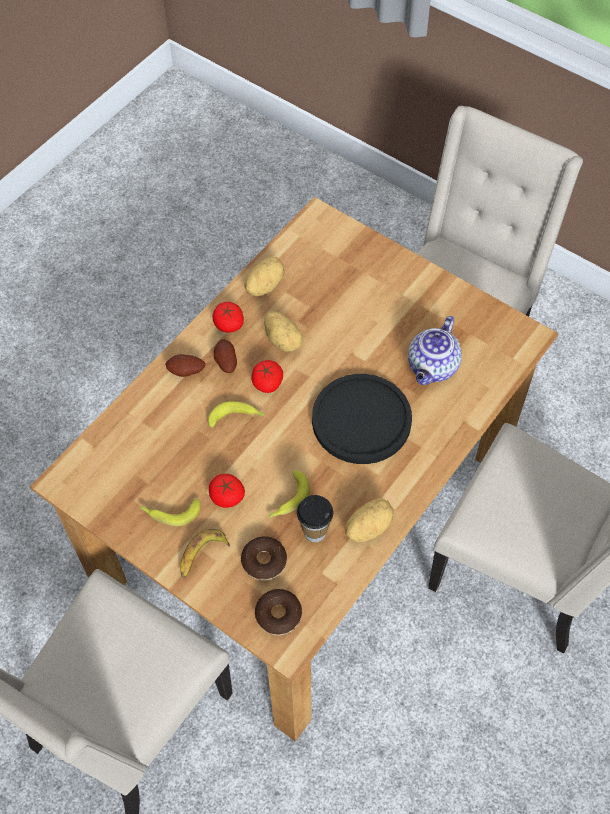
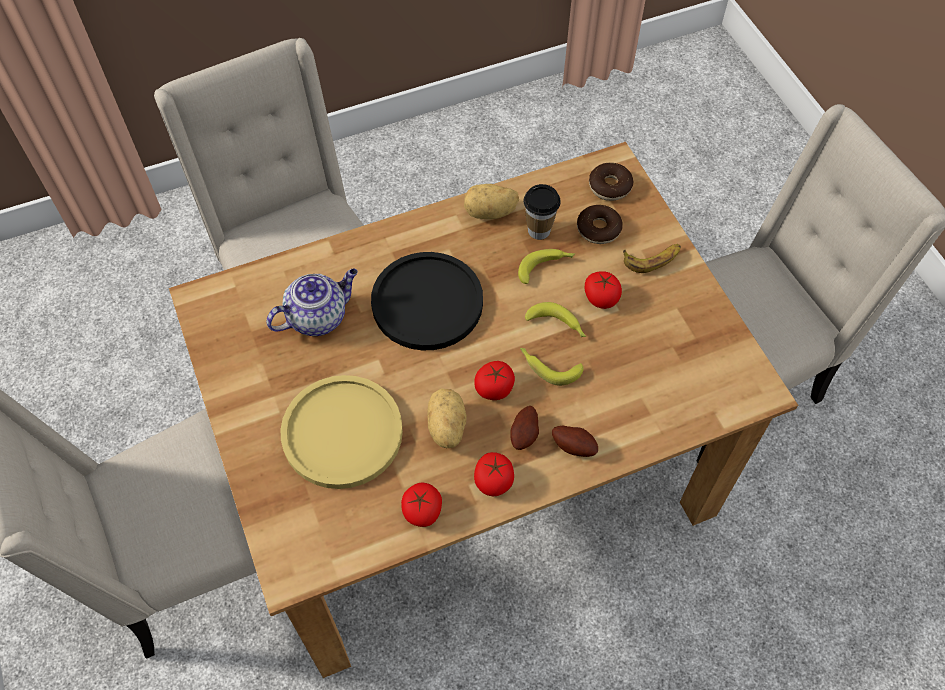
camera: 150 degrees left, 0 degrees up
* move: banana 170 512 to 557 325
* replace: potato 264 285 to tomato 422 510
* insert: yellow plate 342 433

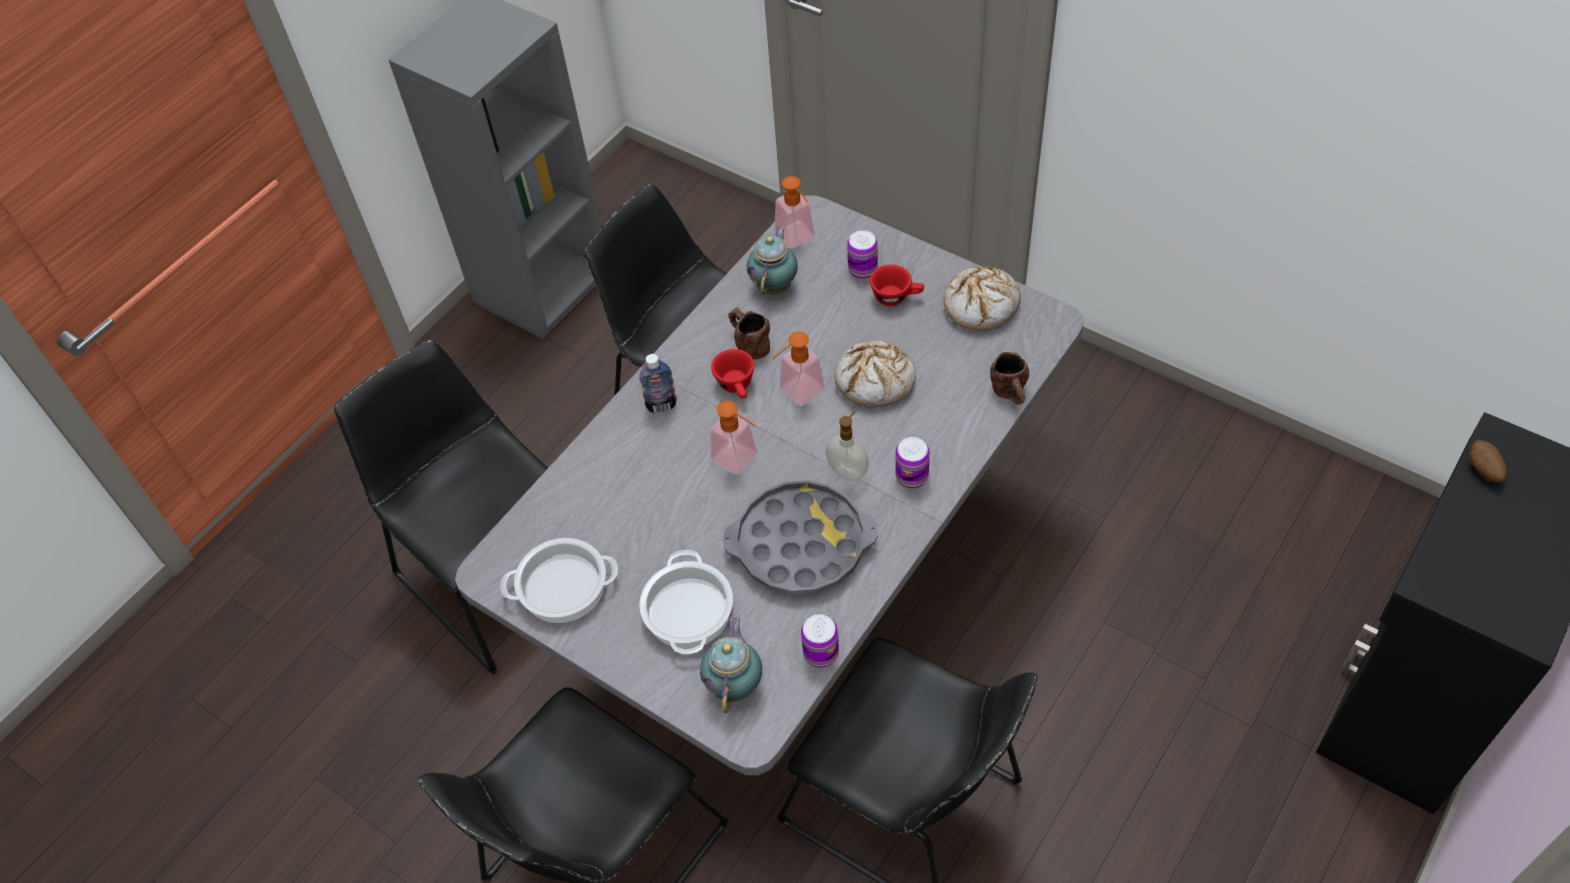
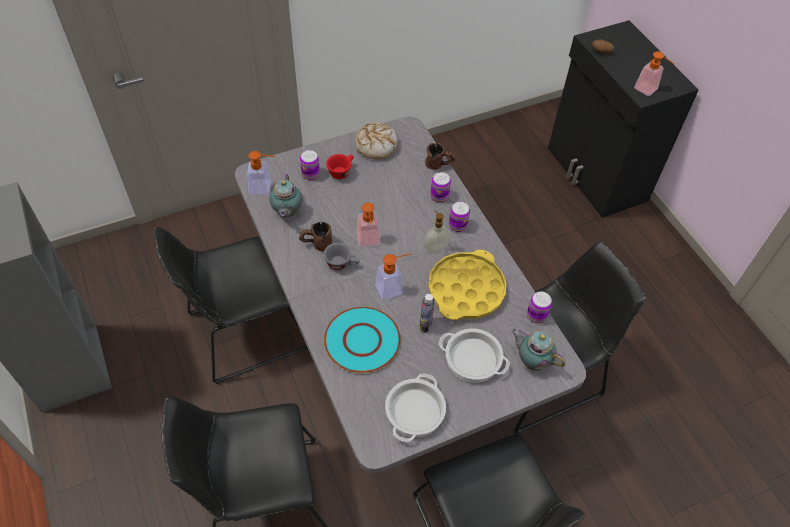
camera: 65 degrees left, 0 degrees up
* move: bottle 661 406 to 425 324
* recolor: red cup 737 386 to grey cup 342 264
* recolor: grey tray 801 544 to yellow tray 466 290
* rotate: teapot 775 285 = 287 213 135 degrees counterclockwise
* delete: bread 875 381
* insert: turquoise plate 362 340
* insert: can 439 196
* insert: soap dispenser 649 90

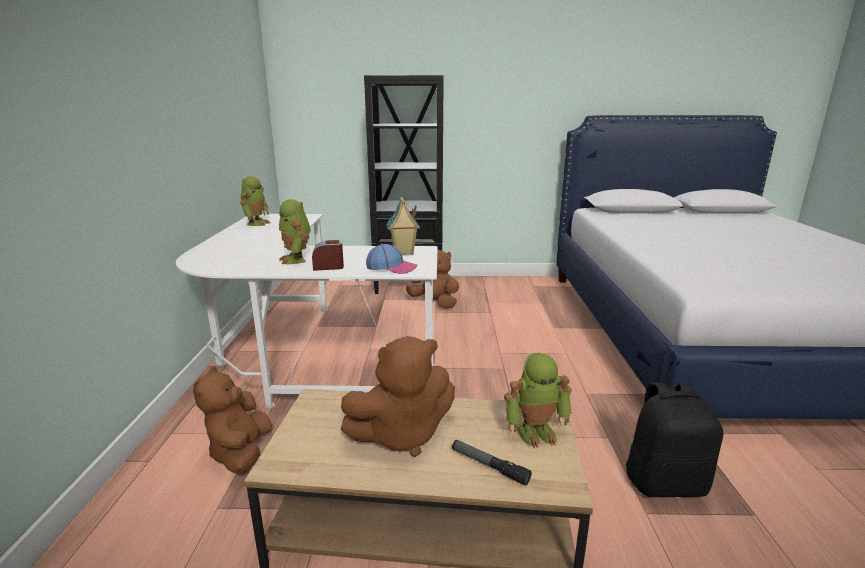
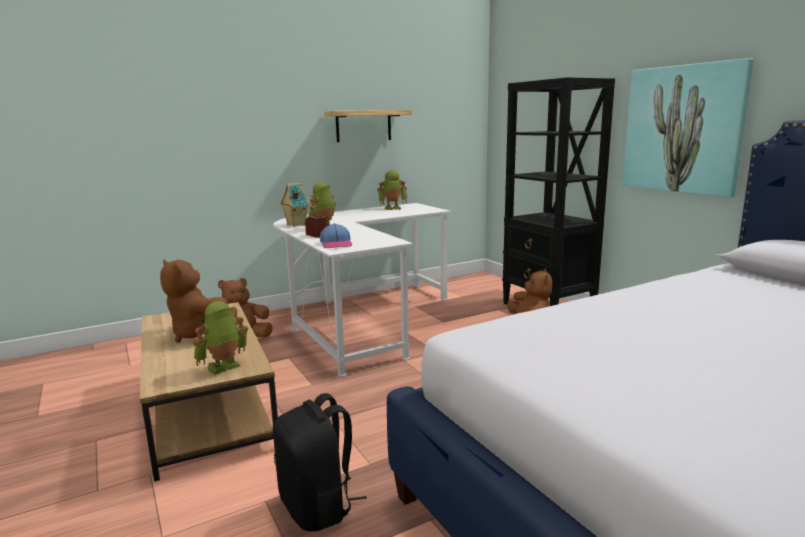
camera: 60 degrees right, 5 degrees down
* move: toy house 403 253 to 295 225
* delete: flashlight 489 466
* rotate: toy robot 536 432 = 224 368 90 degrees clockwise
* insert: shelf 363 126
* insert: picture 683 129

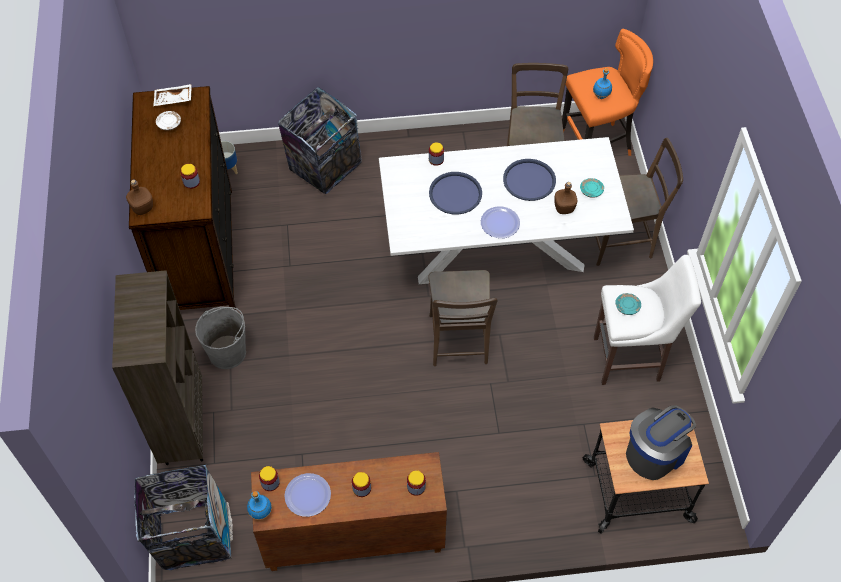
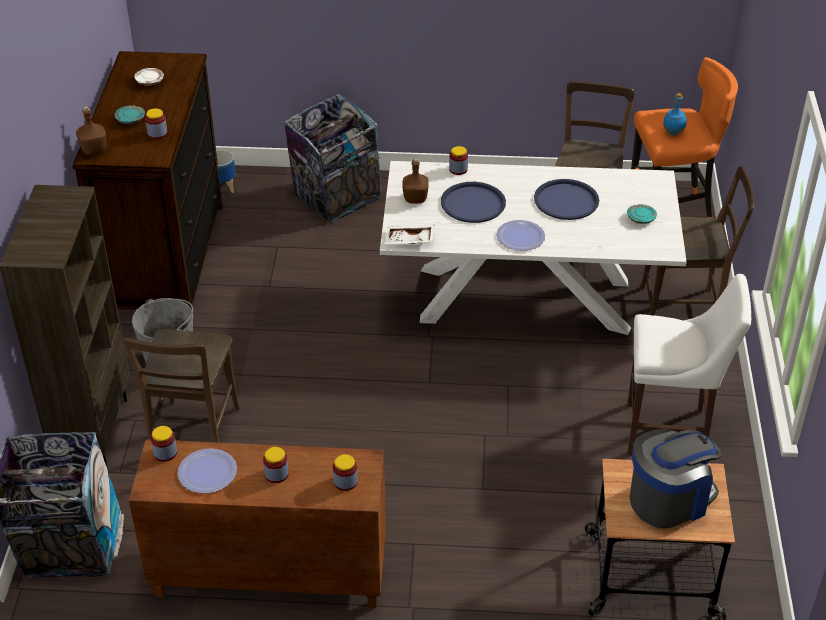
camera: 10 degrees right, 15 degrees down
* move: white tray 173 99 to 409 240
* delete: blue bottle 261 513
* move: brown chair 458 343 to 194 437
* move: brown bottle 564 209 to 415 199
* move: turquoise plate 627 306 to 130 119

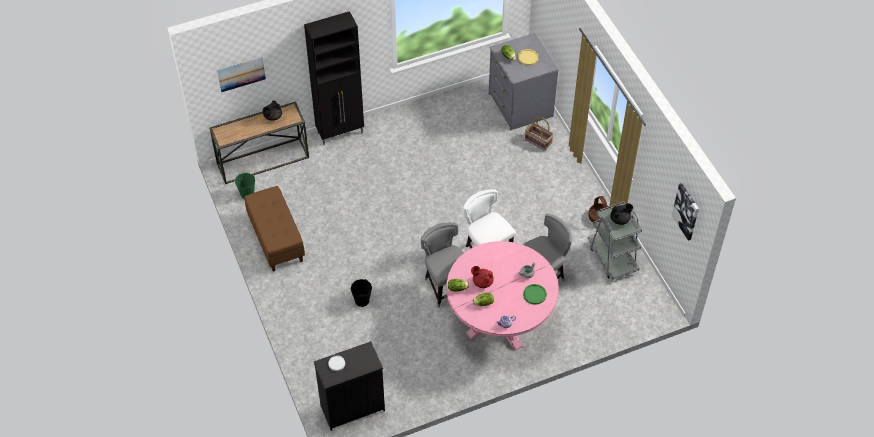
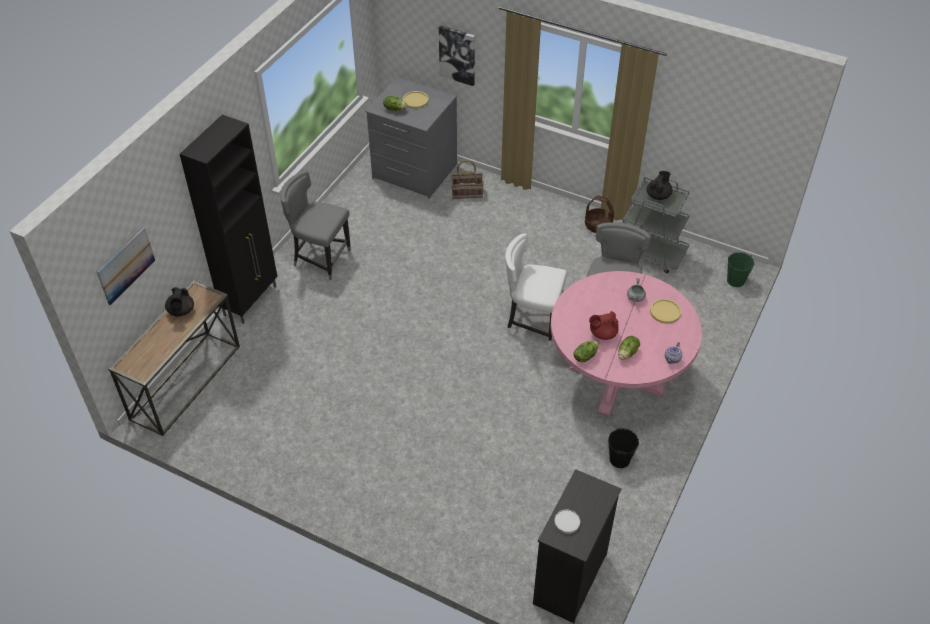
camera: 40 degrees left, 5 degrees down
* move: green bucket 247 193 to 736 280
* delete: brown bench 276 239
* move: black bucket 362 300 to 619 459
* move: grey chair 446 286 to 320 259
* recolor: green plate 534 294 to yellow plate 665 312
* move: picture 686 211 to 457 55

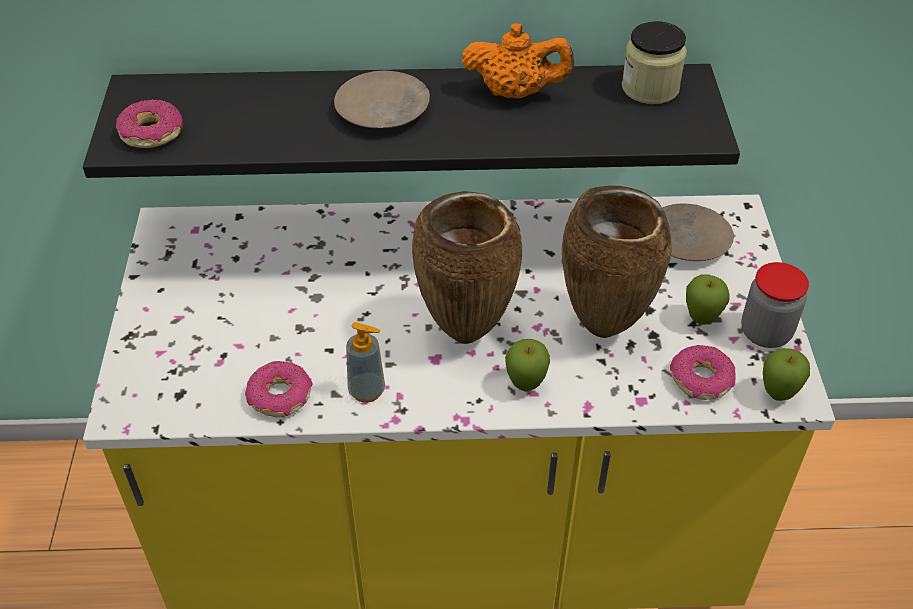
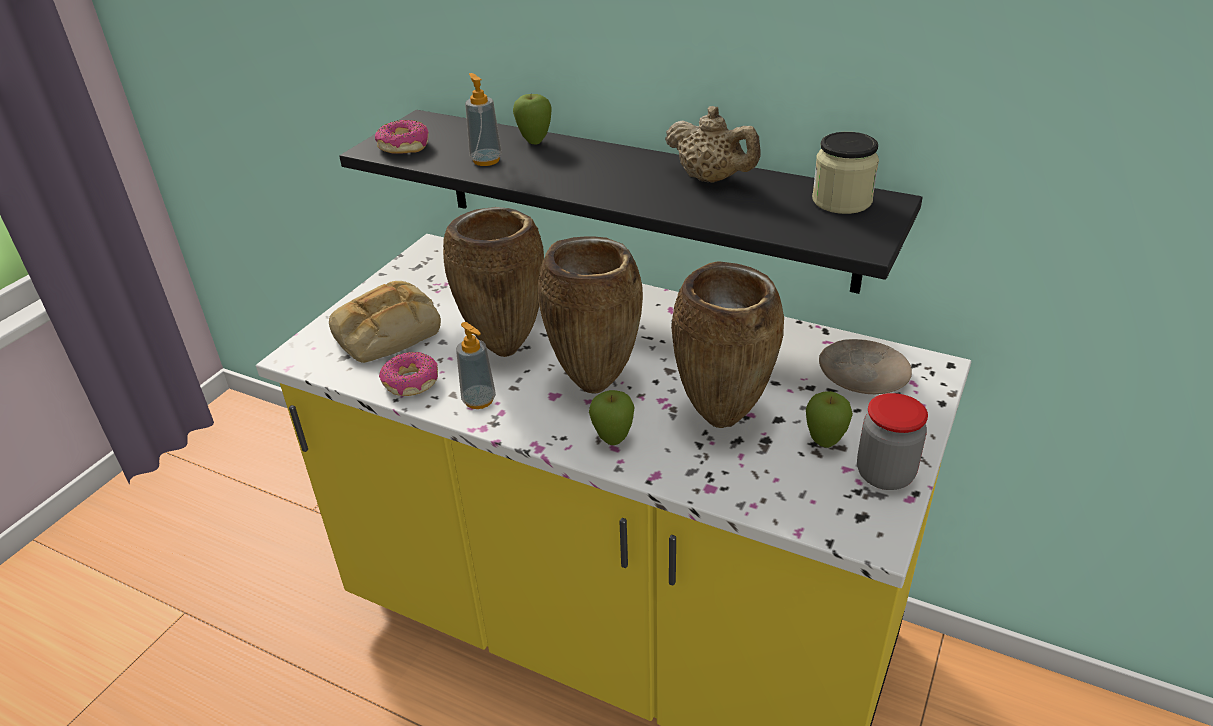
camera: 30 degrees right, 10 degrees down
* delete: beige plate 384 111
* recolor: orange teapot 515 93 to beige teapot 711 179
* delete: donut 701 380
* move: apple 777 395 to 535 142
* insert: bread 386 332
* insert: brown vase 506 348
* insert: soap dispenser 486 160

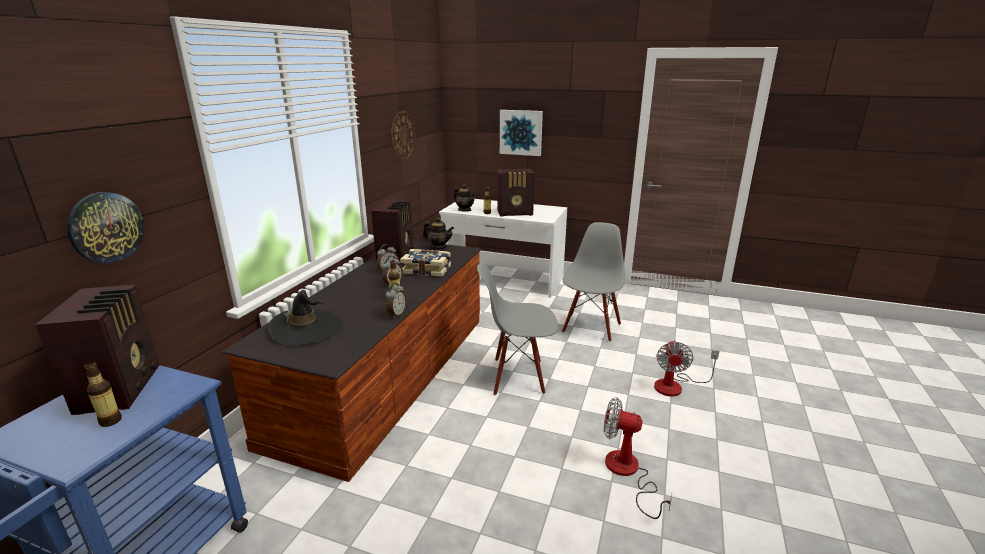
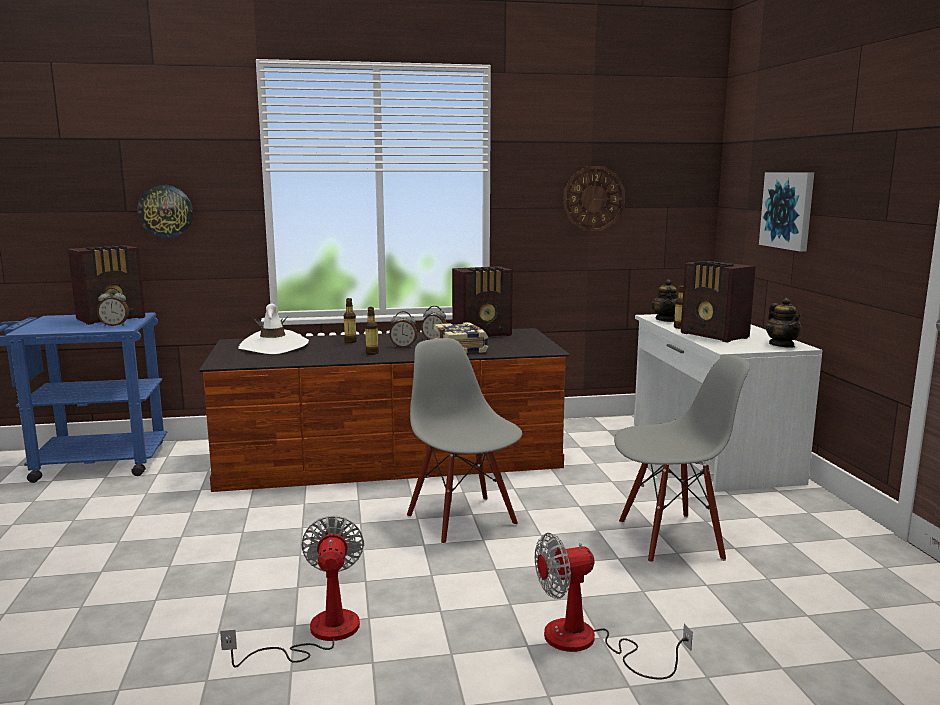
camera: 60 degrees right, 10 degrees down
* move: bottle 110 421 to 350 341
* recolor: black hat 306 329 to white hat 274 346
* move: alarm clock 397 314 to 114 325
* move: teapot 439 247 to 782 345

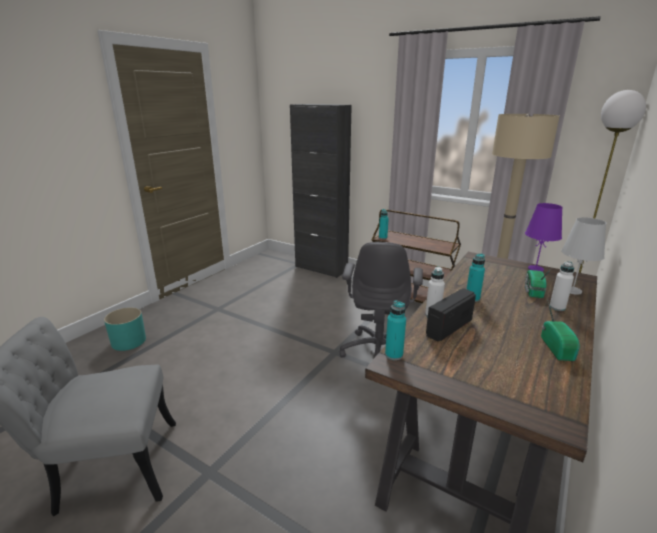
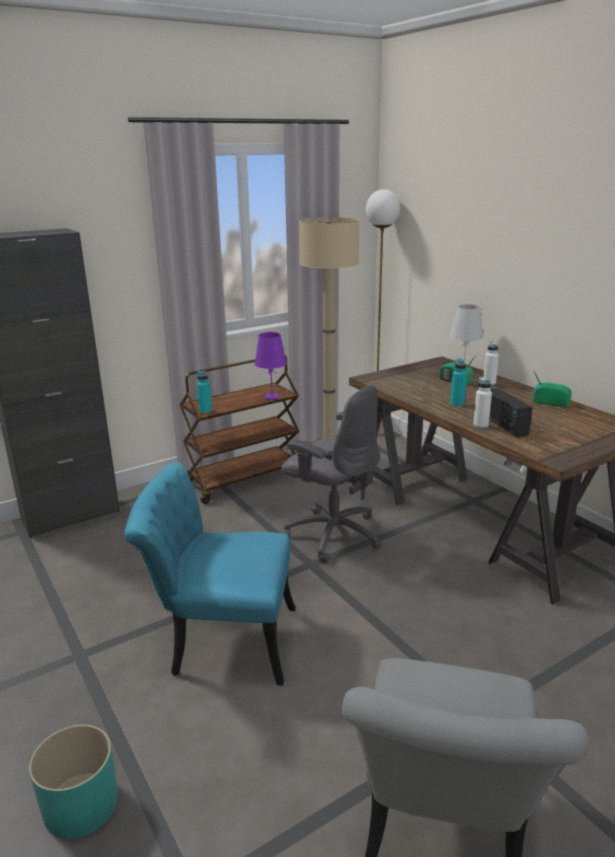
camera: 65 degrees left, 0 degrees up
* delete: turquoise bottle 394 355
* move: purple table lamp 535 269 to 272 397
* insert: turquoise chair 221 641

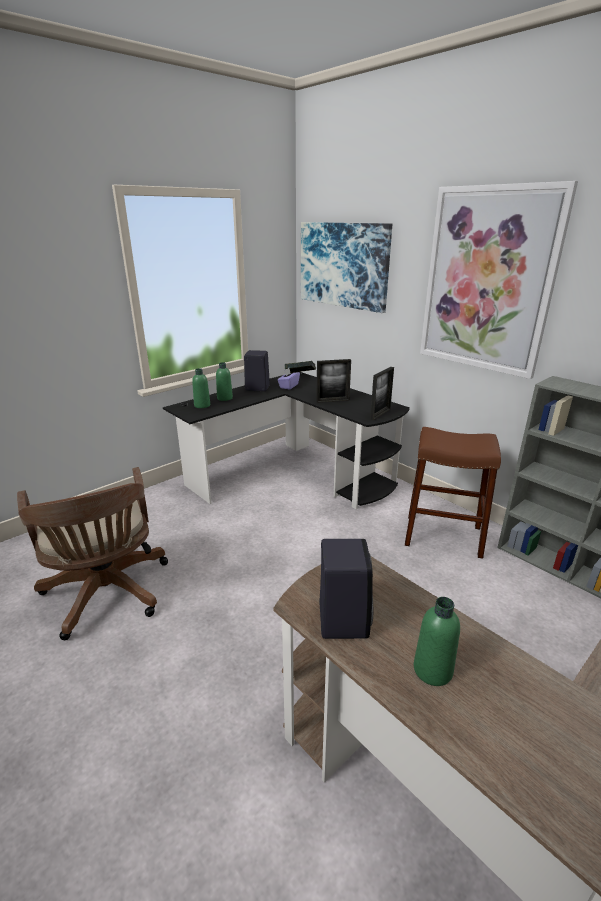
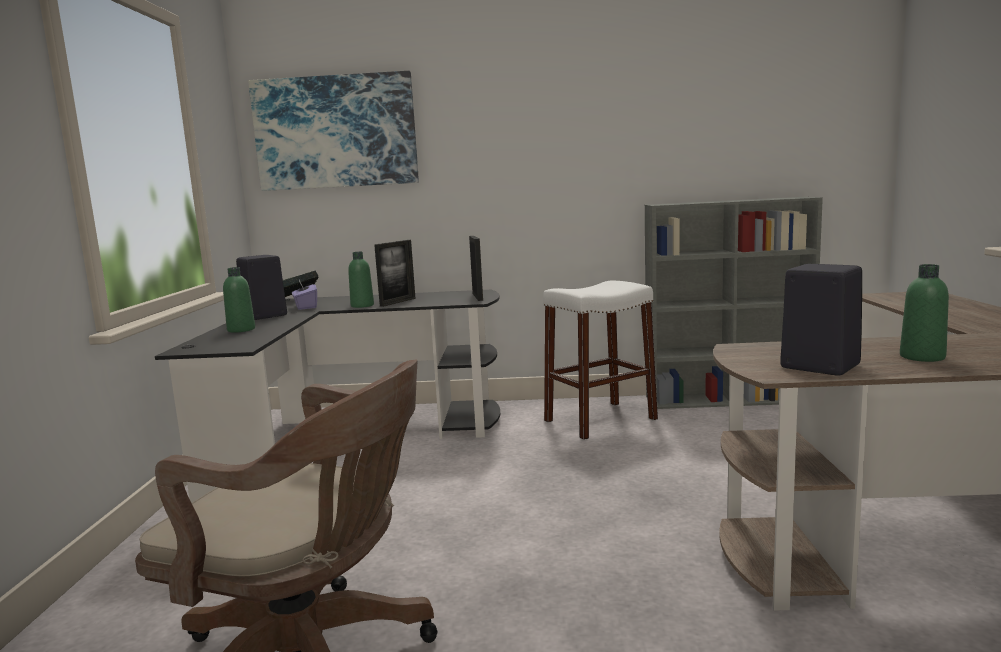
camera: 45 degrees left, 15 degrees down
* move: green bottle 202 405 to 362 305
* recolor: brown stool 443 535 to white stool 600 420
* delete: picture 487 281

